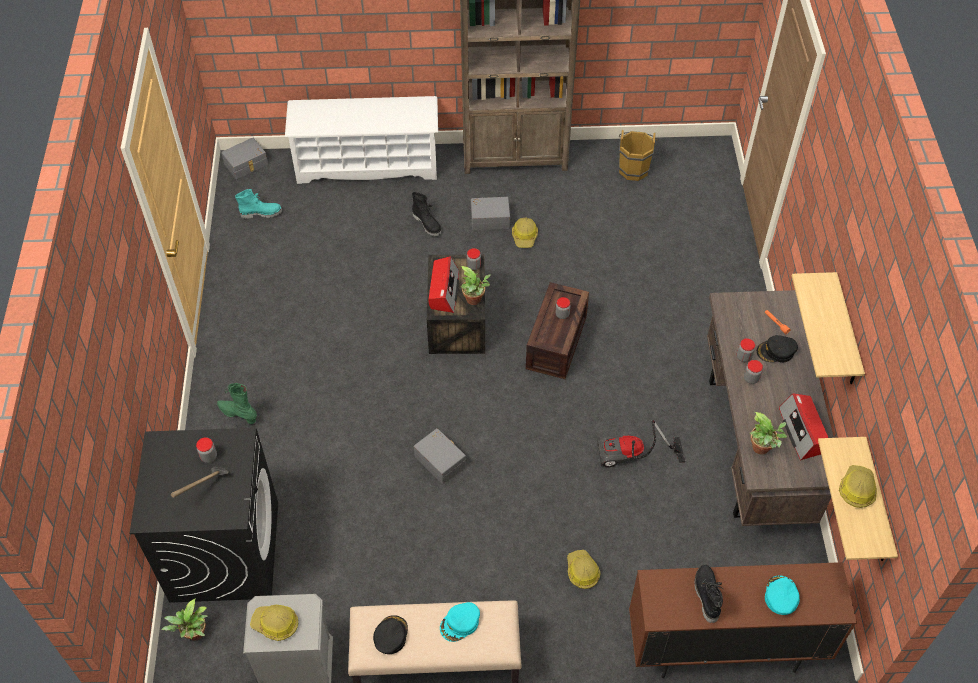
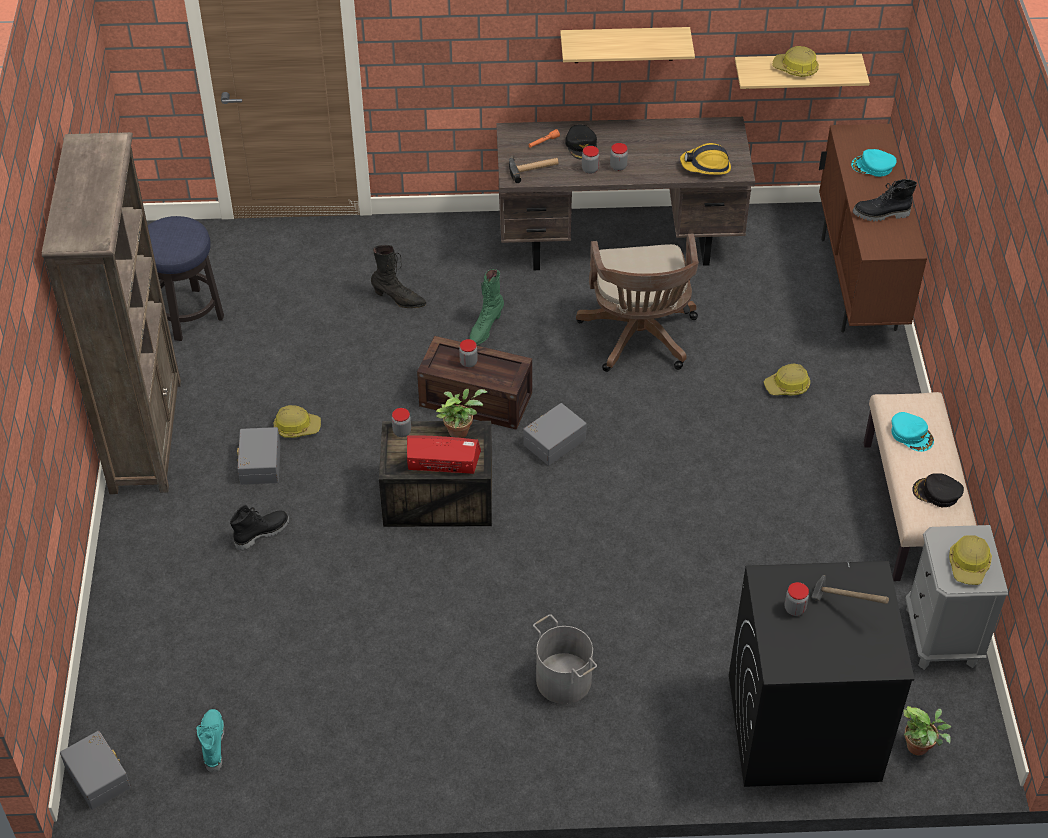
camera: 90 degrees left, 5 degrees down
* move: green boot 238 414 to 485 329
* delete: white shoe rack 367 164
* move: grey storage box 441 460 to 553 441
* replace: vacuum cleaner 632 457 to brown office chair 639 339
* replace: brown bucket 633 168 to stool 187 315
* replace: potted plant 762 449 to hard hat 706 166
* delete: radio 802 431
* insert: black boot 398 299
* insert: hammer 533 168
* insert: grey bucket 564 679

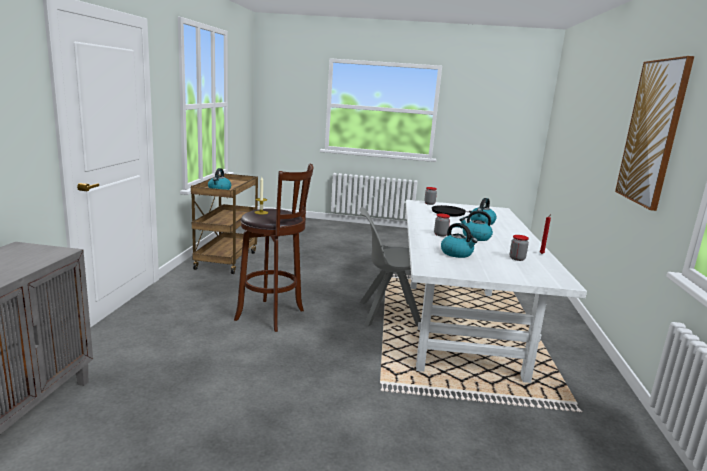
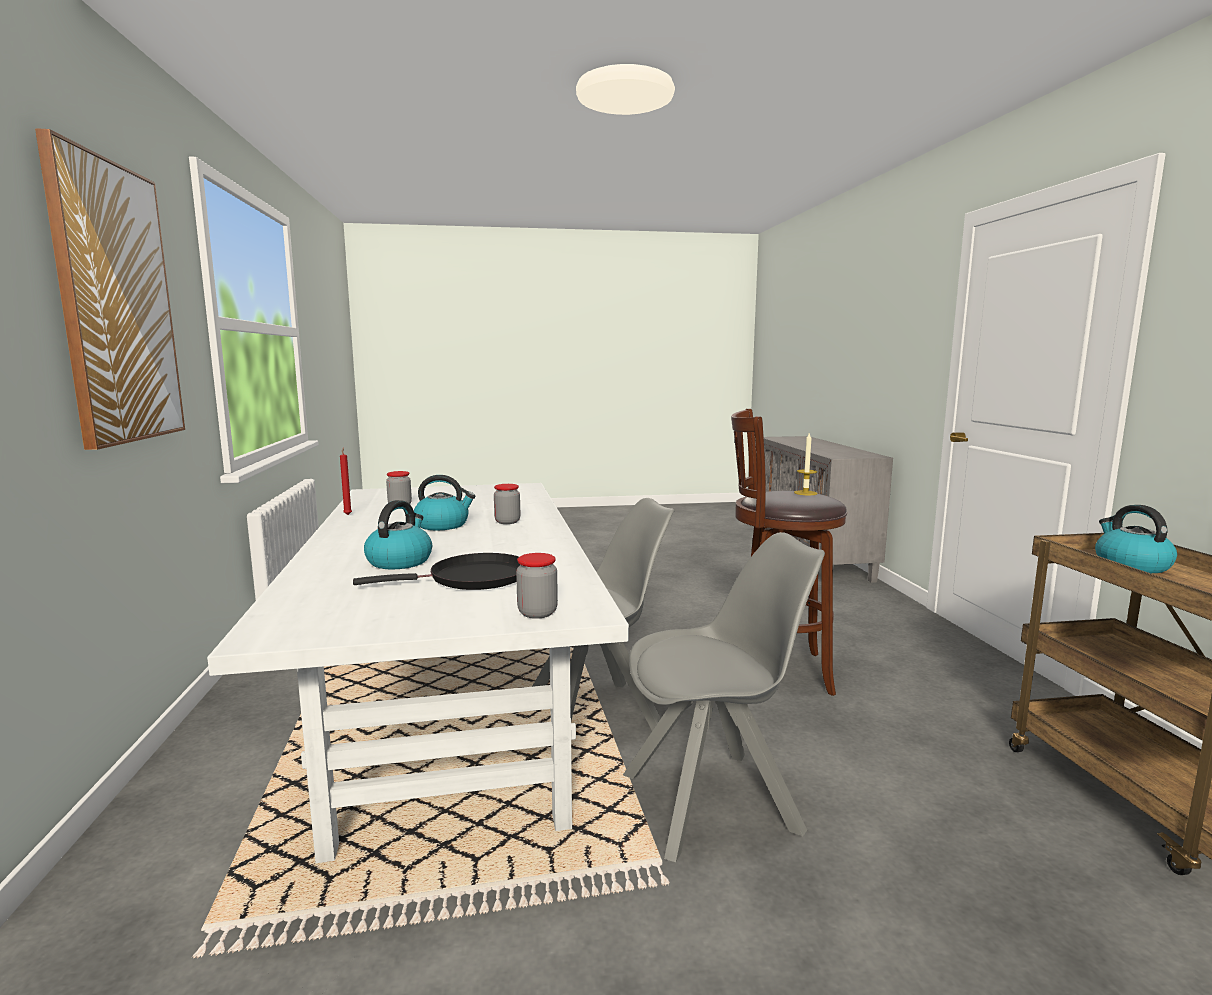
camera: 165 degrees right, 5 degrees down
* delete: kettle 457 253
* insert: grey chair 715 801

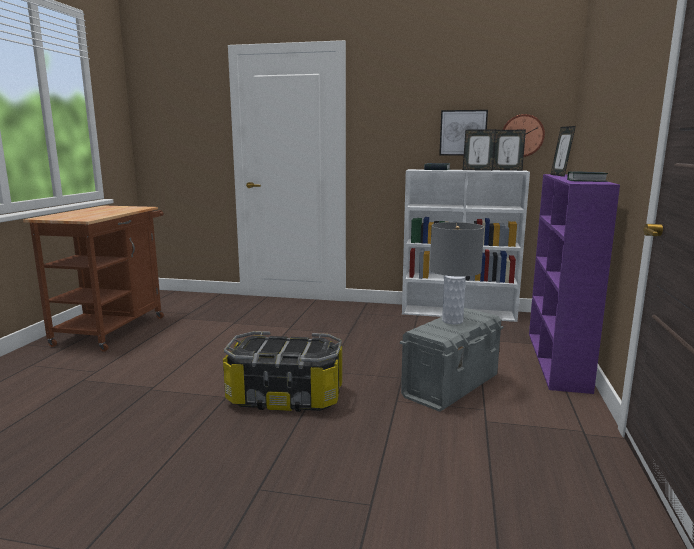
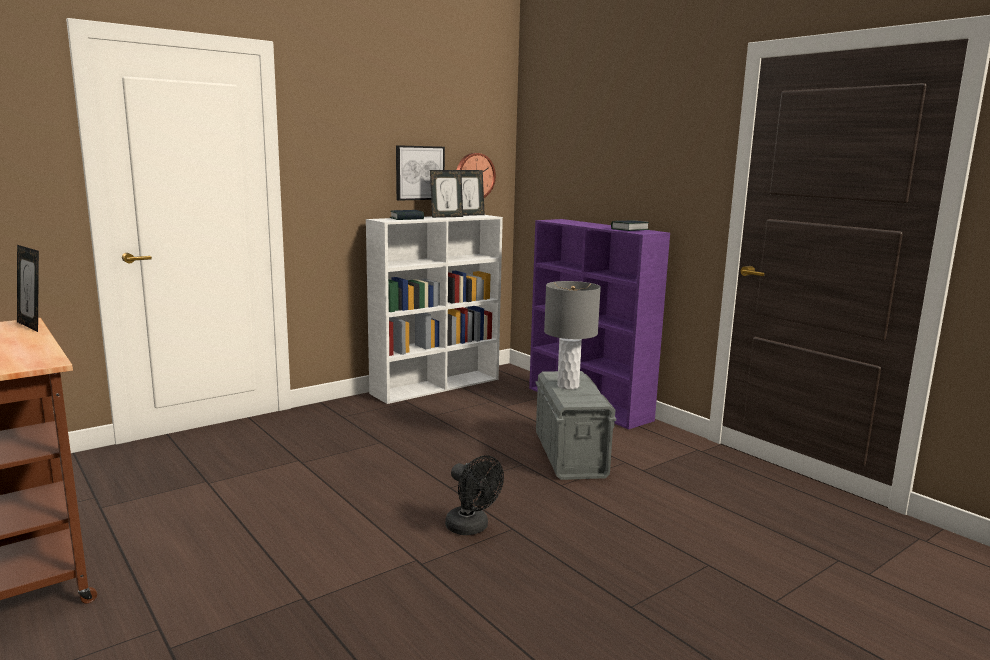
camera: 50 degrees left, 0 degrees up
* replace: storage box 286 397 to black fan 472 528
* move: picture frame 560 175 to 32 326

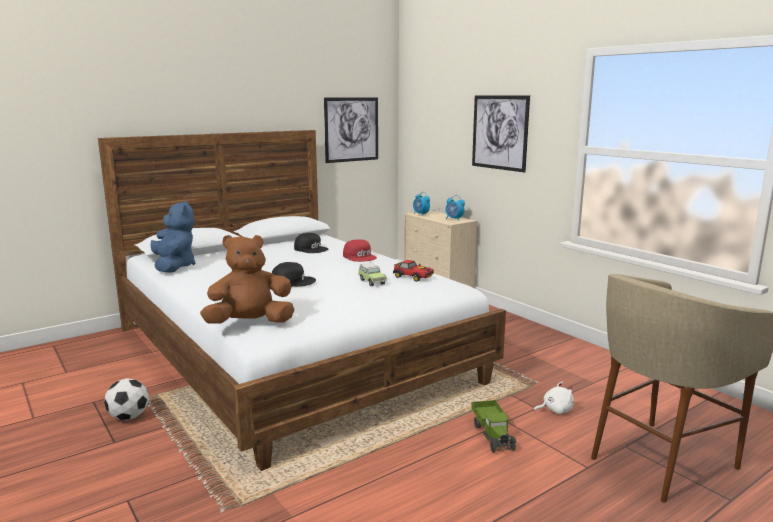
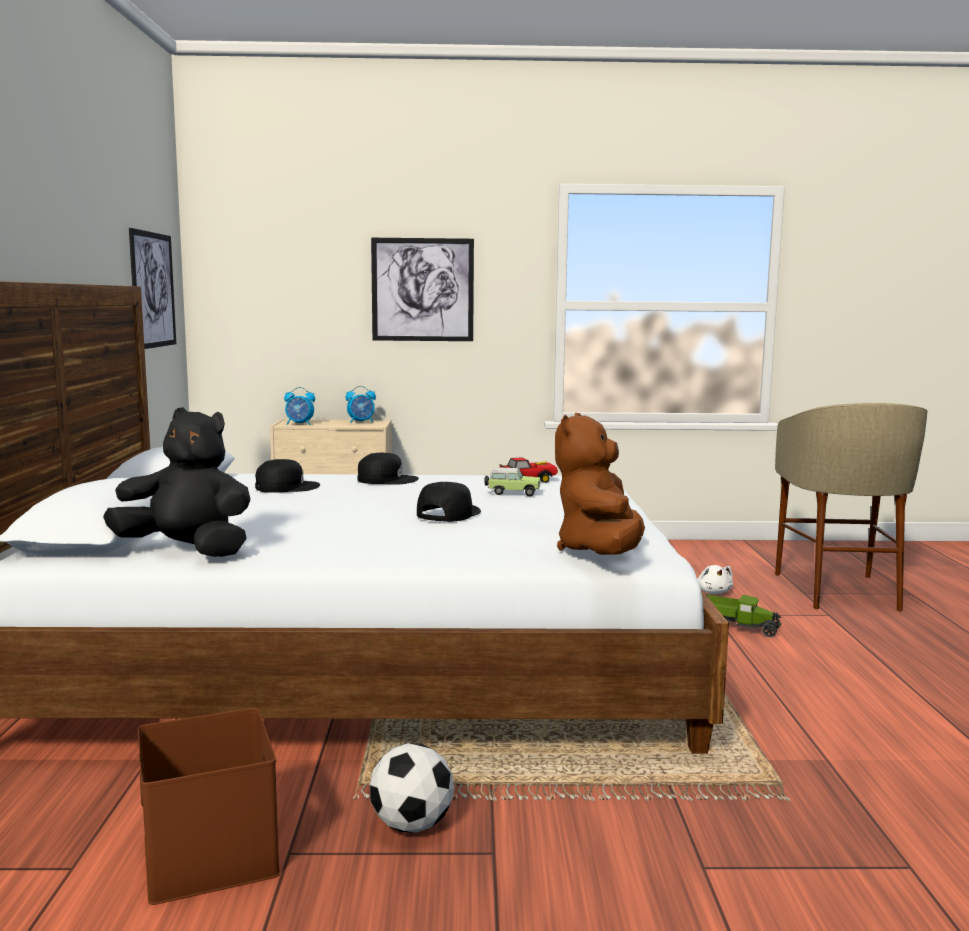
camera: 55 degrees left, 5 degrees down
* recolor: blue plush toy 174 267 to black plush toy 187 551
* recolor: red cap 360 257 to black cap 387 479
* rotate: white plush toy 555 410 = 713 592 150 degrees clockwise
* insert: brown storage box 207 853

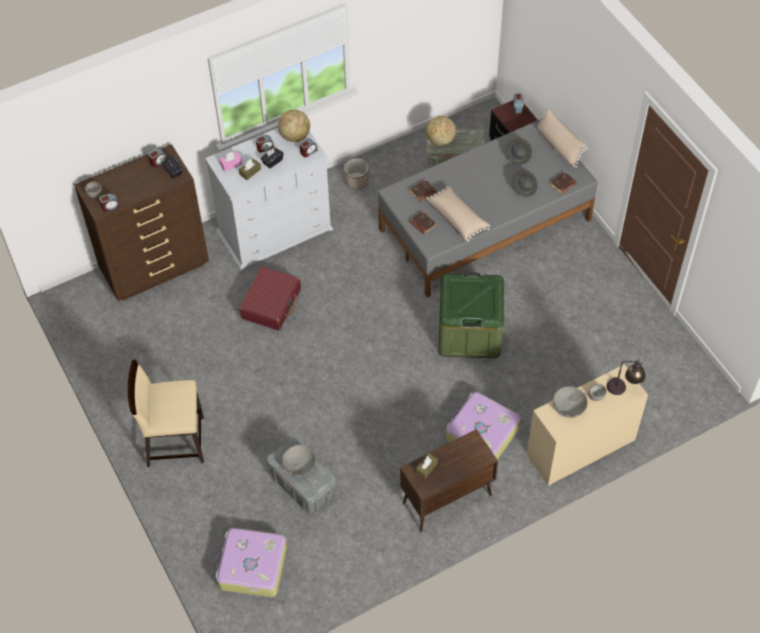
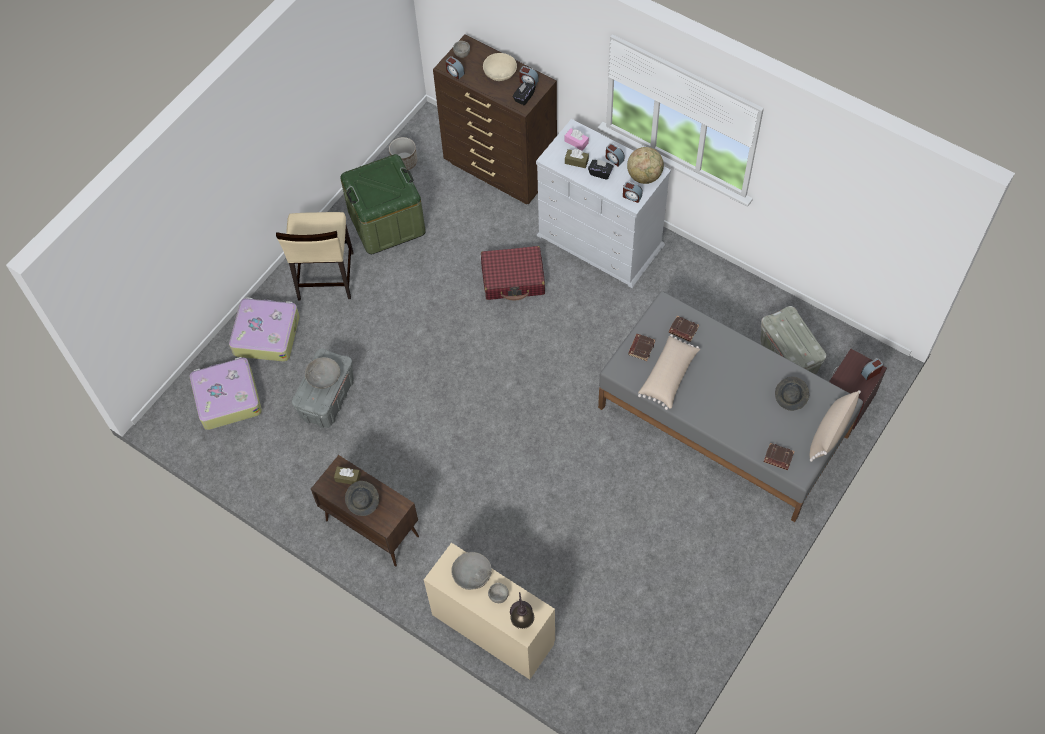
camera: 65 degrees right, 5 degrees up
* rotate: beige chair 174 441 = 325 276 150 degrees counterclockwise
* move: planter 356 181 to 404 161
* delete: globe 440 140
* move: green storage box 469 332 to 386 222
* move: suitcase 481 433 to 266 334
* move: grey hat 524 187 to 363 502
* insert: beige bowl 500 73

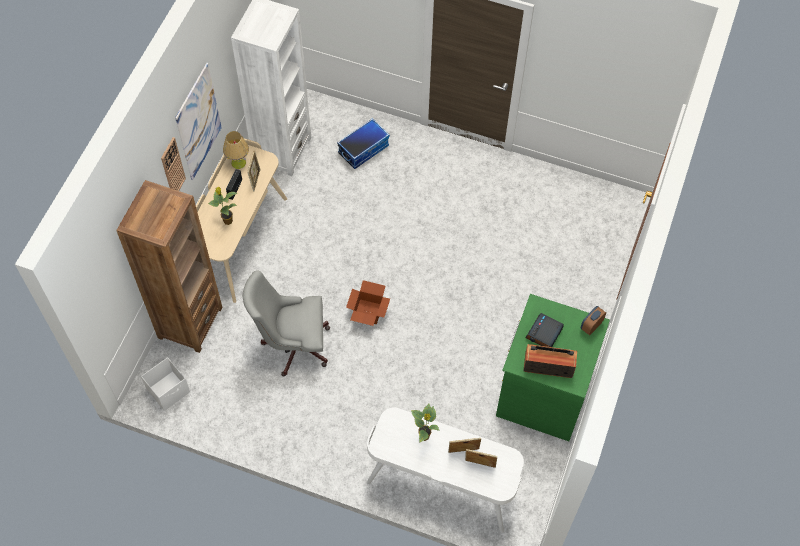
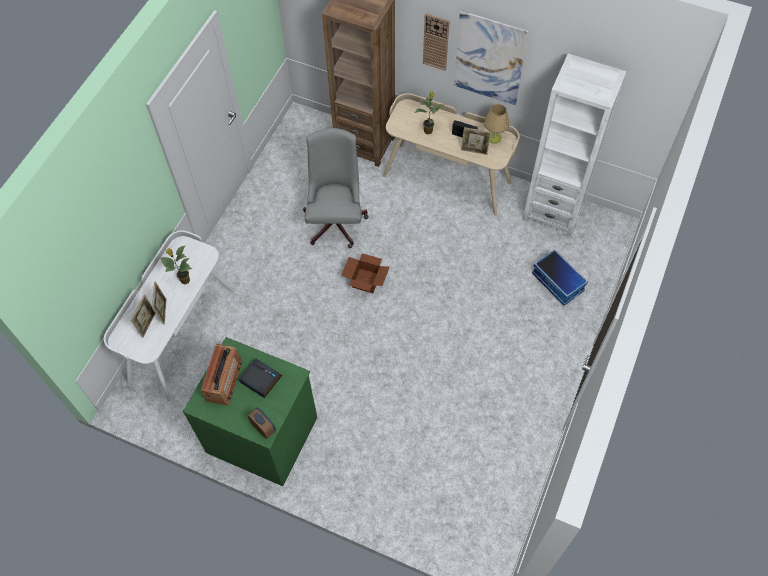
camera: 95 degrees right, 0 degrees up
* delete: white storage box 169 391

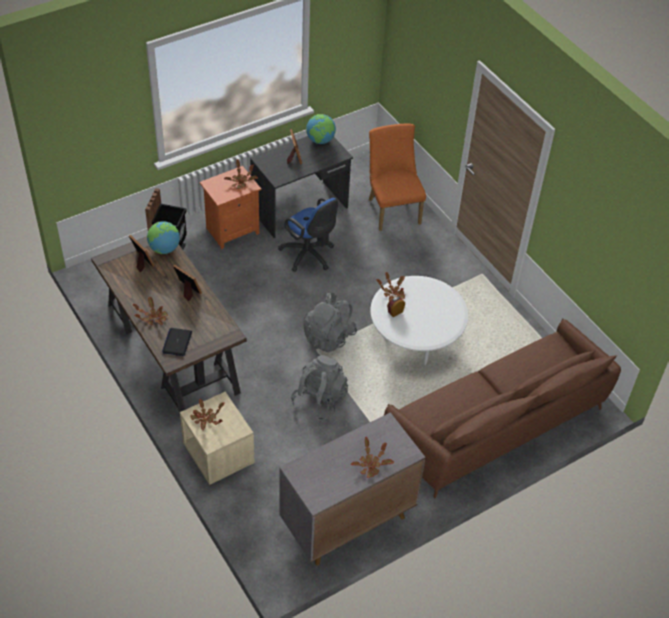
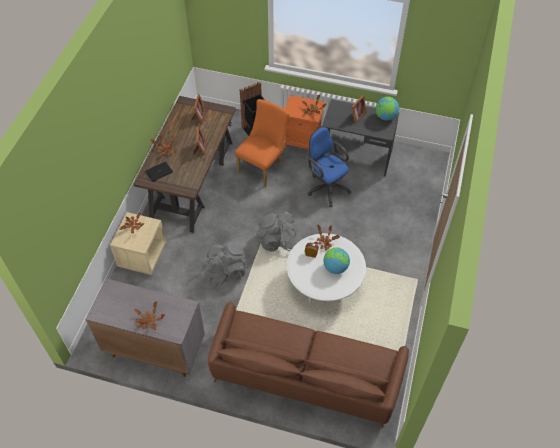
camera: 50 degrees right, 5 degrees up
* move: globe 164 249 to 335 267
* rotate: blue office chair 309 256 = 326 187 135 degrees clockwise
* move: orange chair 392 209 to 263 166

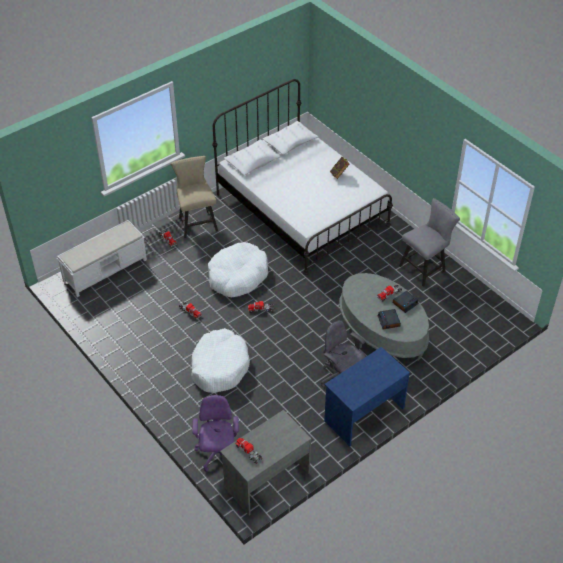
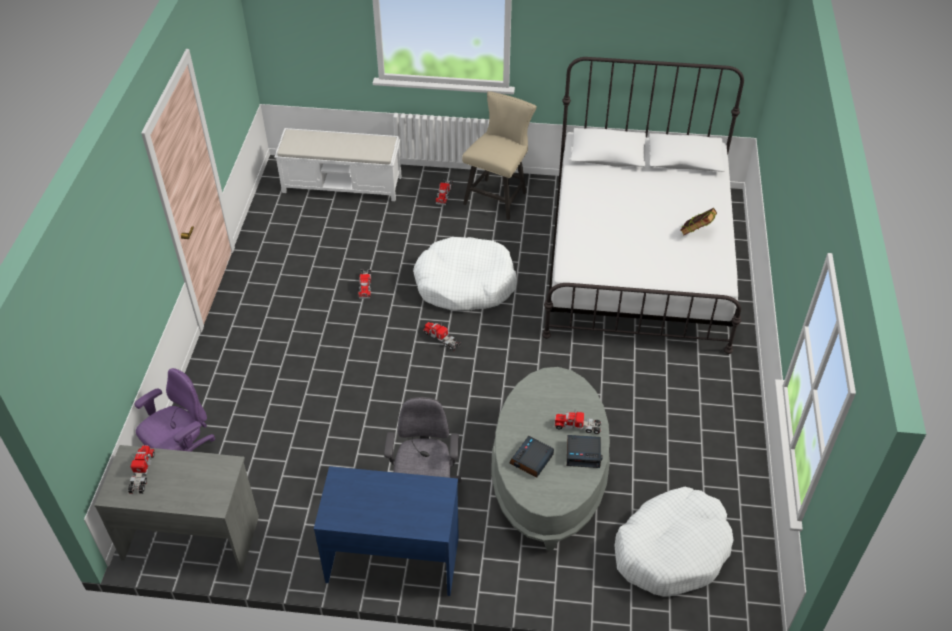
camera: 45 degrees right, 0 degrees up
* move: white dog bed 219 366 to 671 549
* delete: grey chair 425 267

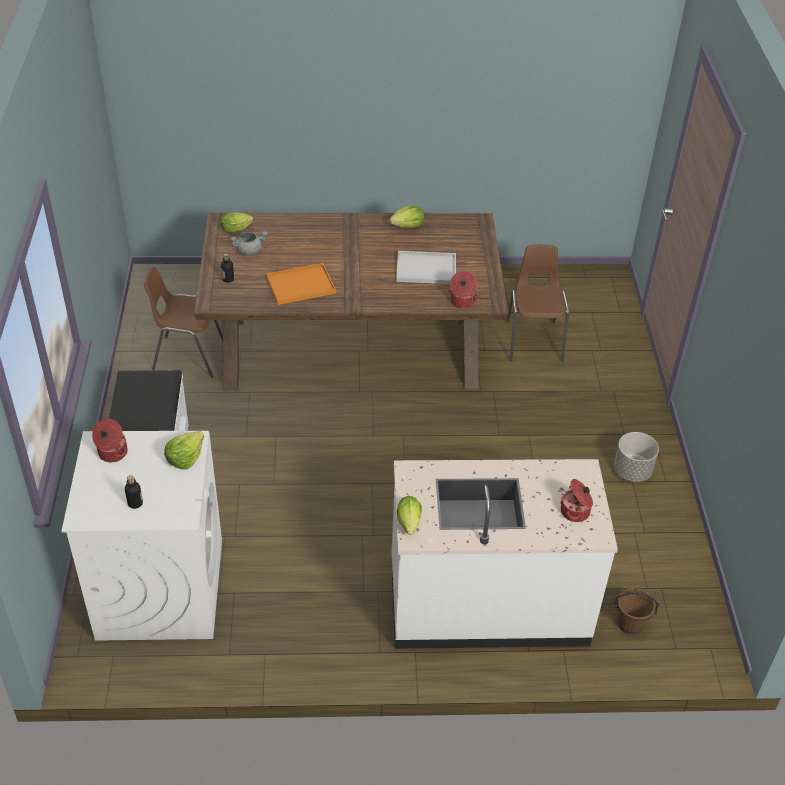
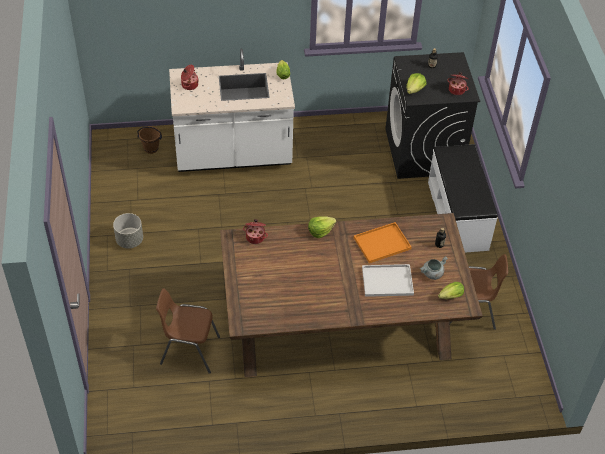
camera: 175 degrees right, 5 degrees up
* recolor: white washing machine 160 588 to black washing machine 424 151
* move: lettuce 408 226 to 320 231
* move: white tray 425 269 to 388 280
* rotate: brown chair 533 340 = 189 350 105 degrees clockwise

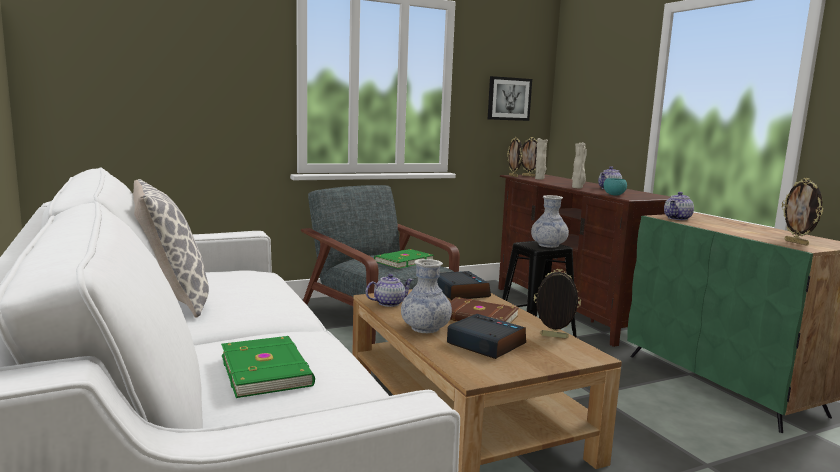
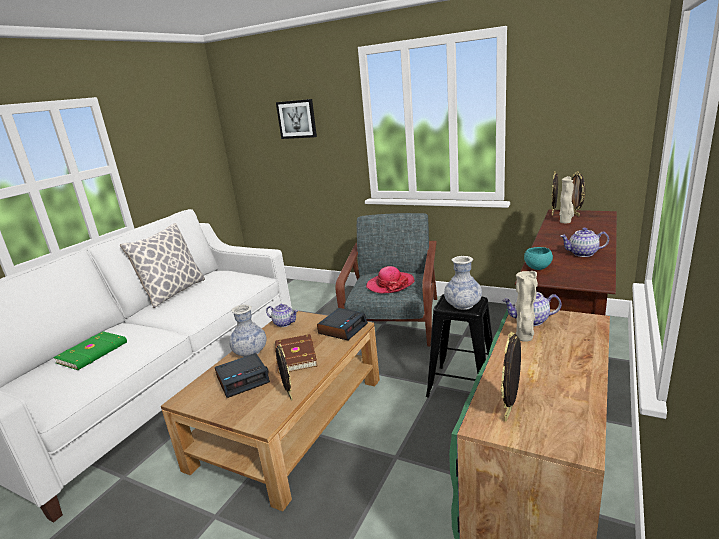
camera: 55 degrees right, 10 degrees up
* replace: green book 403 261 to hat 390 284
* rotate: alarm clock 485 344 = 243 379 60 degrees clockwise
* move: picture 509 99 to 297 119
* move: beige vase 577 188 to 524 338

